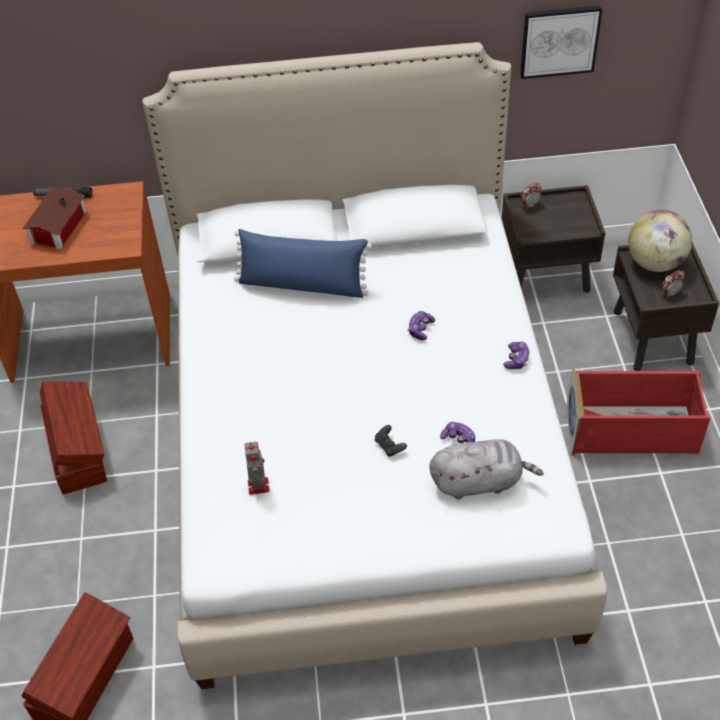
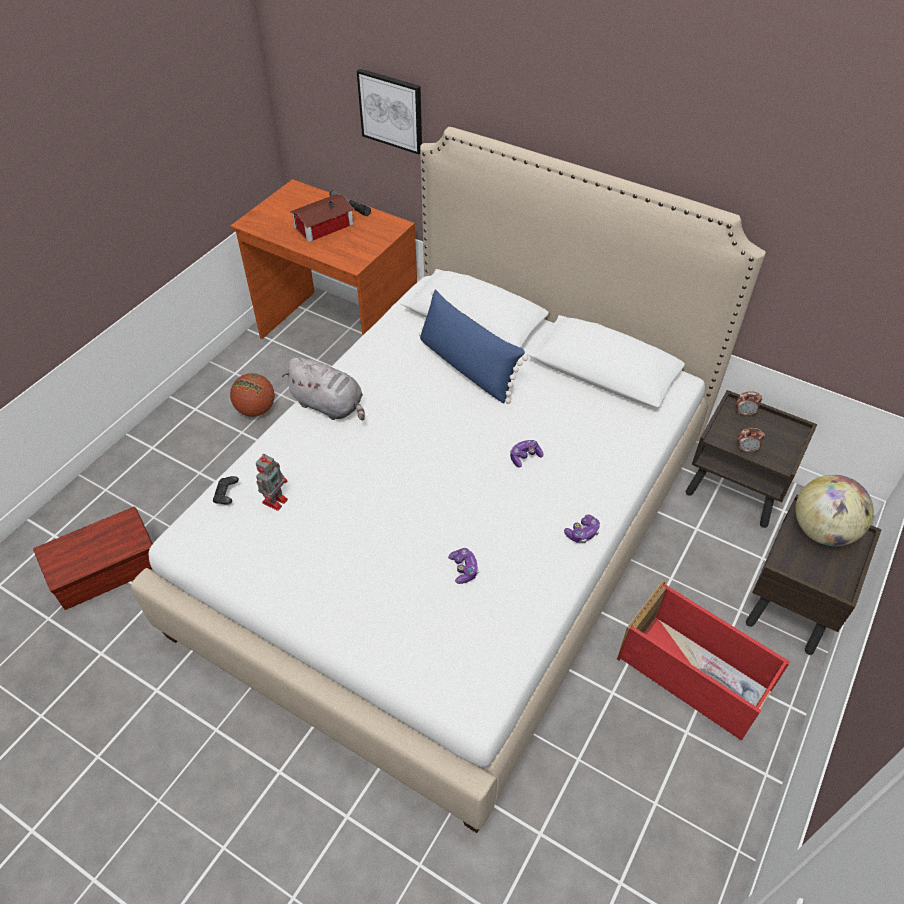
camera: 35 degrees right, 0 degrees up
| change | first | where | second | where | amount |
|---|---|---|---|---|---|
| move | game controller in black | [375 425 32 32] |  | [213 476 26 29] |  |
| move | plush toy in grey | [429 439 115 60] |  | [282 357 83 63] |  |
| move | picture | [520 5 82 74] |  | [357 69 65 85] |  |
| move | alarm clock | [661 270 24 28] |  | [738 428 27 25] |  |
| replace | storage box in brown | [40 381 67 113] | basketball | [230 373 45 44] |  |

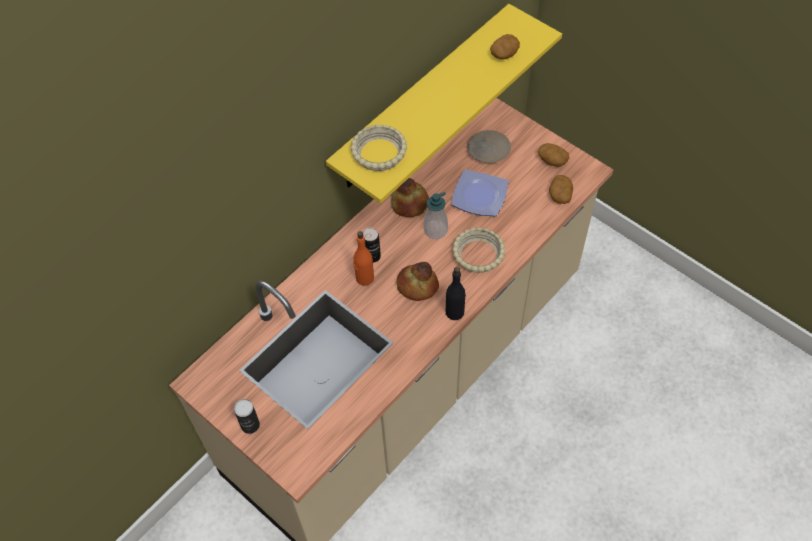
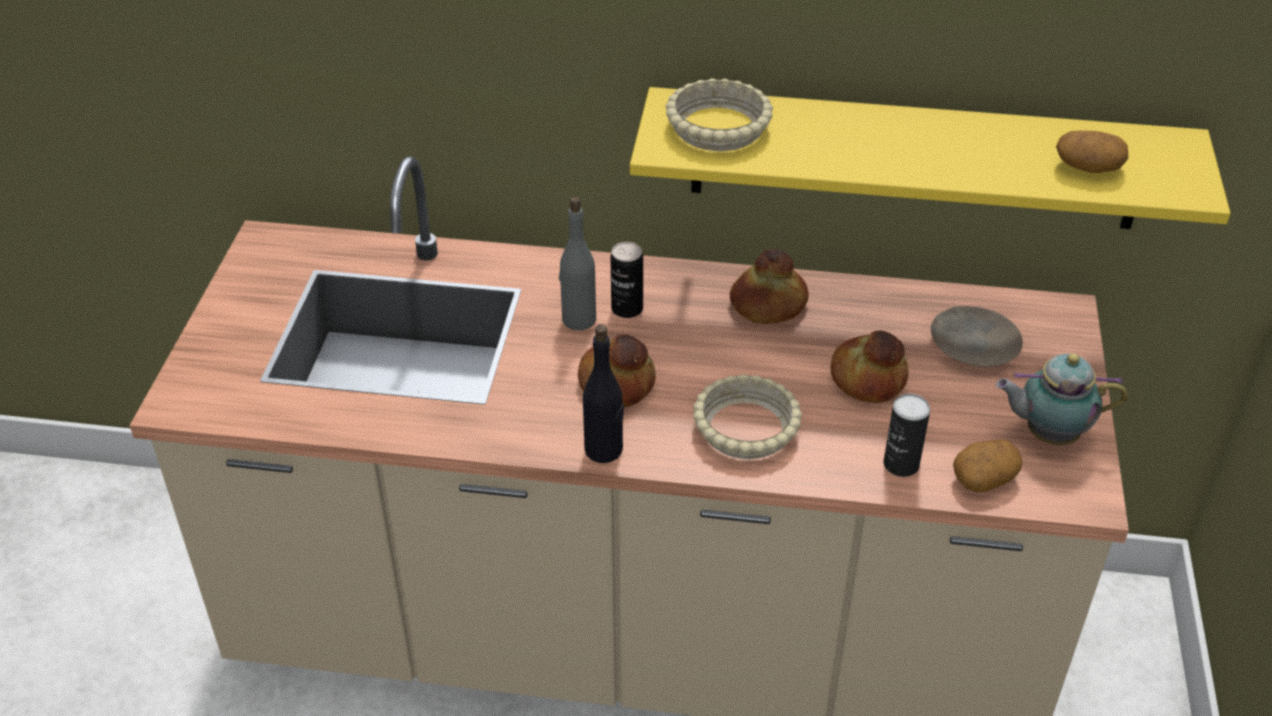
camera: 55 degrees right, 15 degrees down
| change | first | where | second | where | amount |
|---|---|---|---|---|---|
| delete | soap dispenser | [424 192 24 47] |  |  |  |
| move | can | [234 399 26 35] |  | [883 394 47 83] |  |
| replace | plate | [451 169 58 48] | bread | [831 330 78 73] |  |
| replace | potato | [538 143 31 24] | teapot | [996 353 132 92] |  |
| recolor | bottle in orange | [353 231 21 55] | bottle in grey | [559 197 37 133] |  |

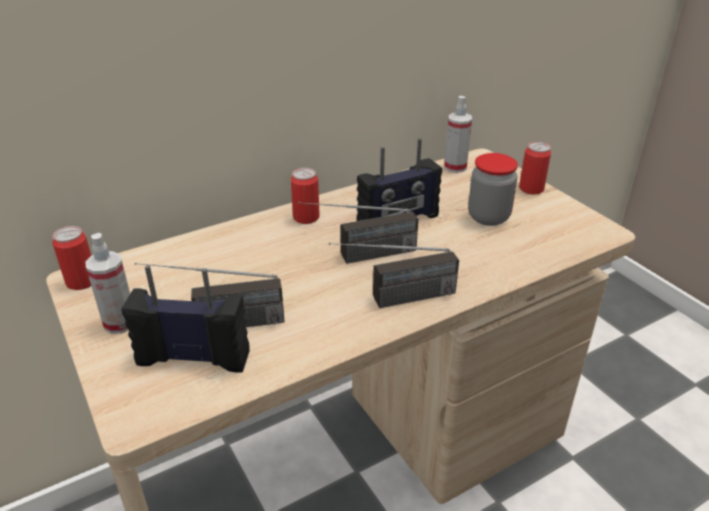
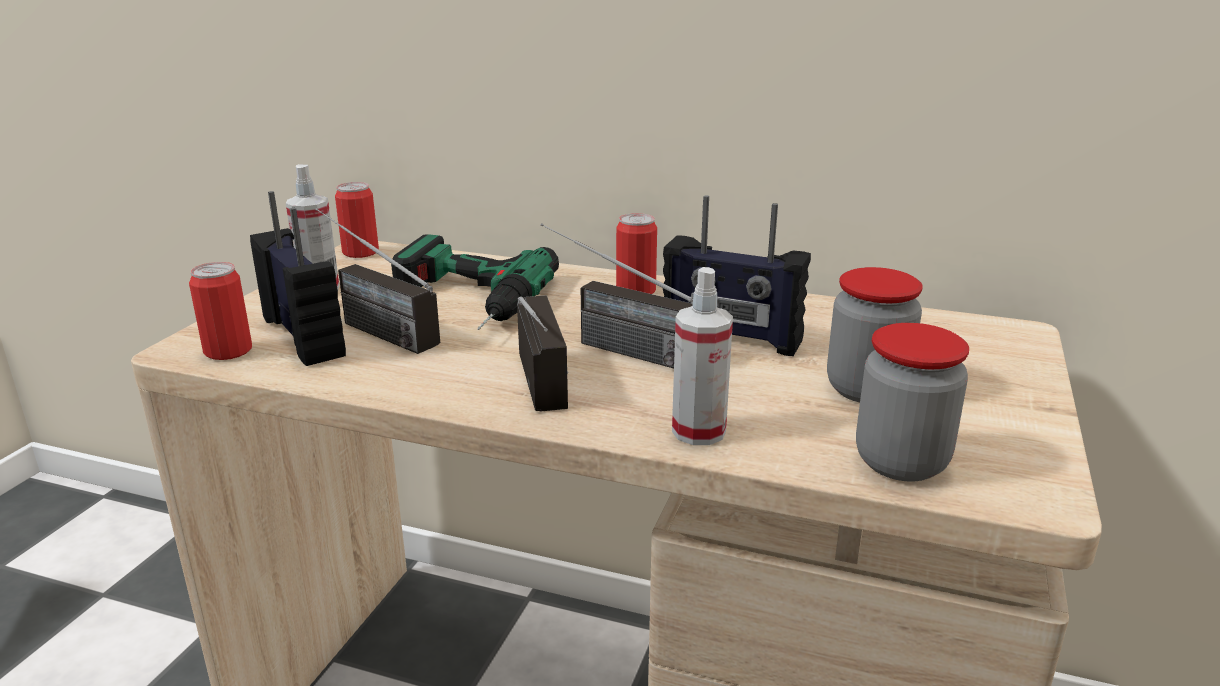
camera: 50 degrees right, 10 degrees down
| change | first | where | second | where | amount |
|---|---|---|---|---|---|
| insert |  |  | power drill | [391 234 168 96] |  |
| insert |  |  | jar | [856 323 113 159] |  |
| move | spray bottle | [444 96 28 77] |  | [672 267 61 178] |  |
| move | can | [519 142 32 53] |  | [189 262 63 98] |  |
| rotate | radio | [329 243 130 65] |  | [517 295 51 116] | 135 degrees counterclockwise |

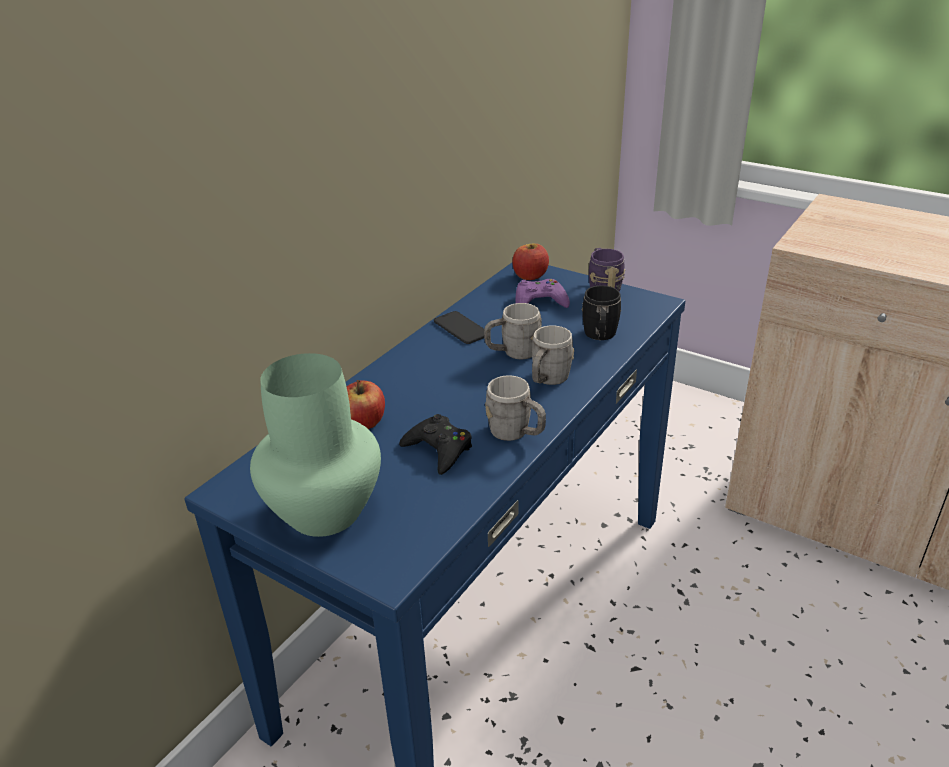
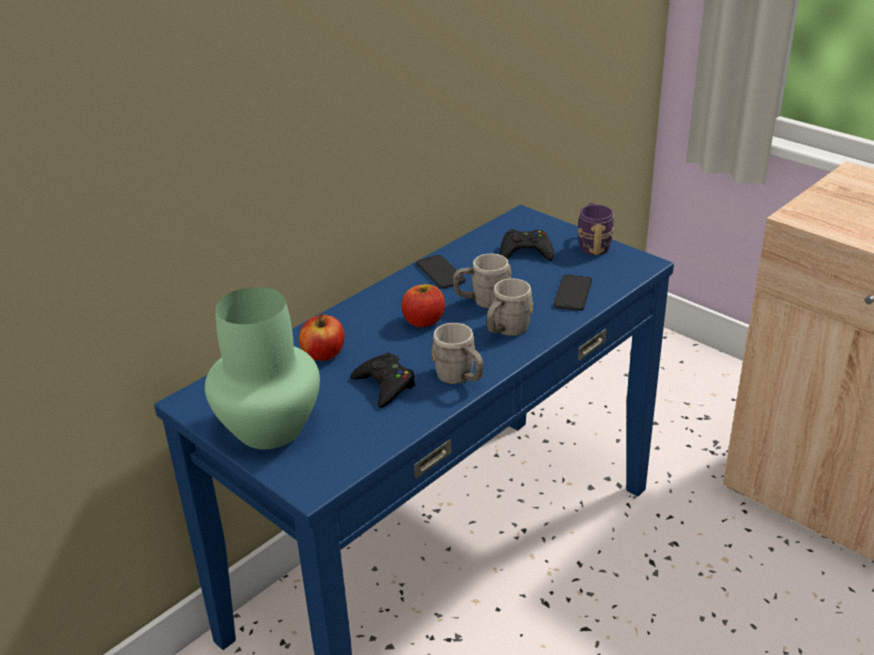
camera: 10 degrees right, 0 degrees up
| change | first | where | second | where | amount |
|---|---|---|---|---|---|
| move | apple | [513 243 36 37] |  | [401 284 44 43] |  |
| replace | mug in black | [582 285 39 55] | phone | [553 275 39 36] |  |
| recolor | game controller in purple | [516 279 54 29] | game controller in black | [499 229 55 32] |  |

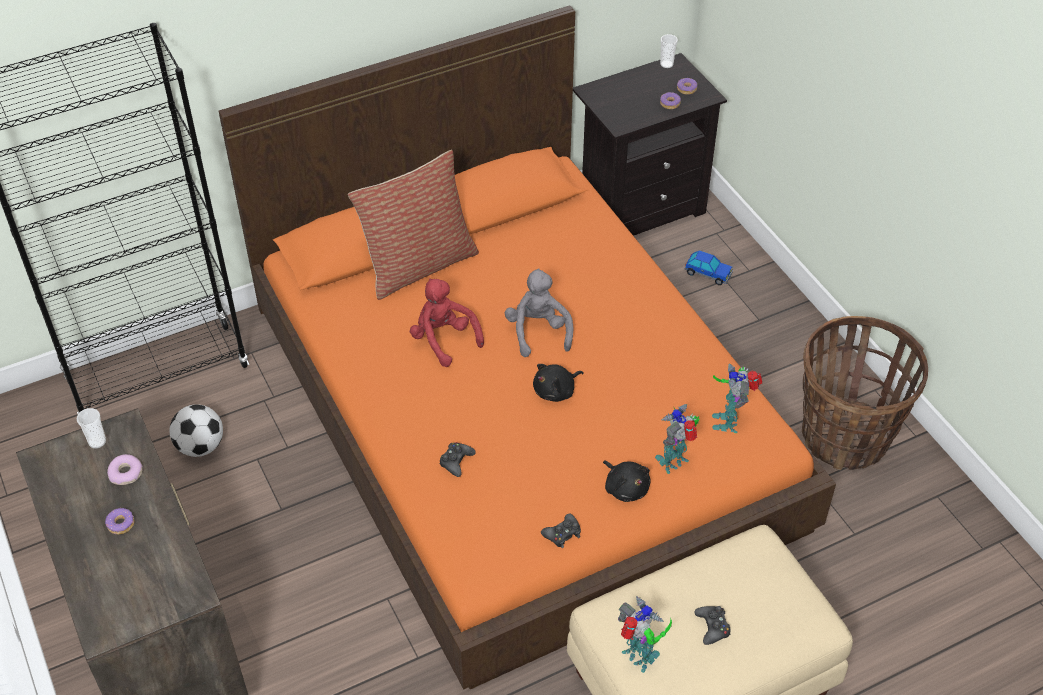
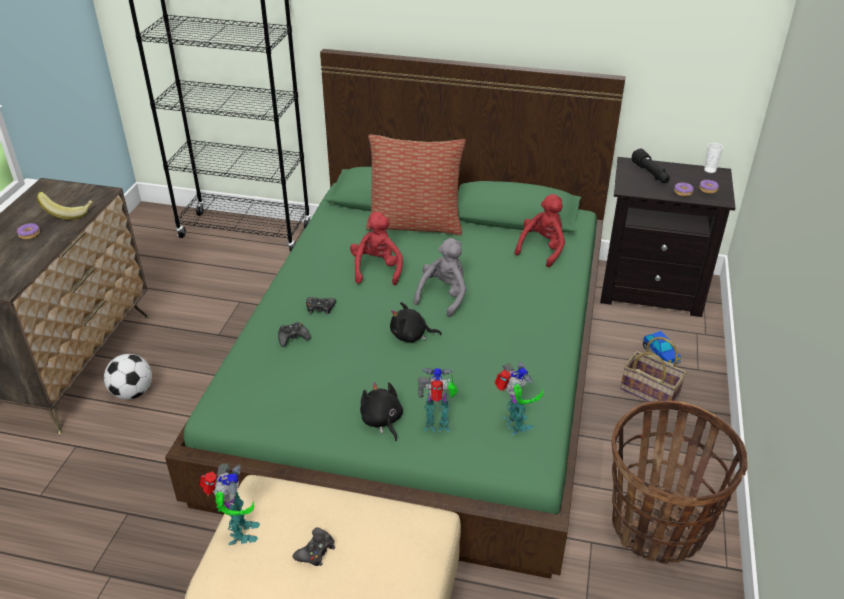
camera: 40 degrees right, 10 degrees down
| change | first | where | second | where | amount |
|---|---|---|---|---|---|
| delete | cup | [76 408 30 40] |  |  |  |
| insert |  |  | plush toy in red | [515 194 50 73] |  |
| insert |  |  | basket | [620 337 67 65] |  |
| insert |  |  | flashlight in black | [631 149 39 34] |  |
| move | football | [169 404 54 53] |  | [104 354 48 46] |  |
| move | game controller in black | [541 513 40 35] |  | [306 297 30 18] |  |
| replace | donut | [107 454 36 31] | banana | [37 192 56 28] |  |
| recolor | bed in orange | [219 5 617 684] | bed in green | [165 49 460 530] |  |
| rotate | plush toy in black | [603 460 48 42] |  | [360 382 43 59] | 150 degrees clockwise |
| rotate | toy robot | [712 363 50 70] |  | [494 361 49 74] | 120 degrees clockwise |

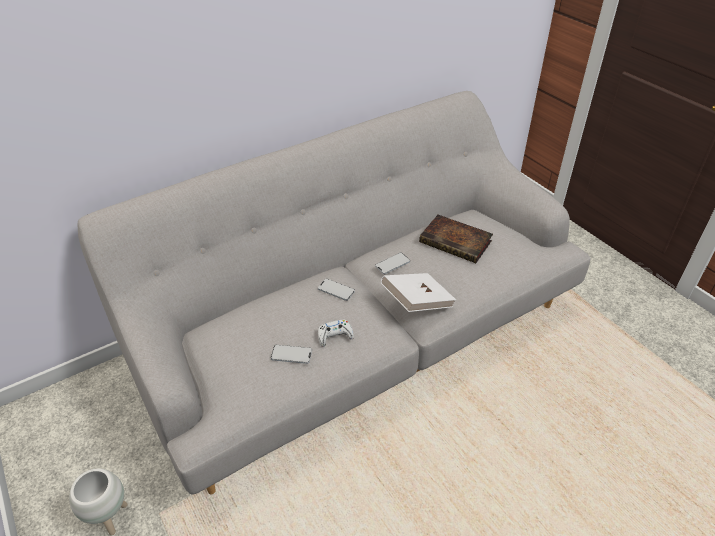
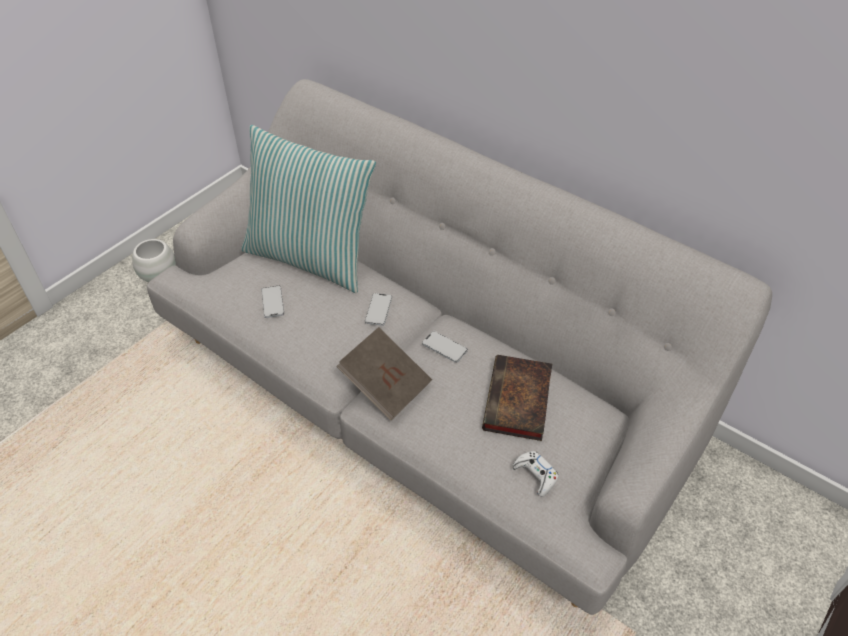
camera: 70 degrees right, 5 degrees up
| change | first | where | second | where | amount |
|---|---|---|---|---|---|
| insert |  |  | pillow | [241 125 135 168] |  |
| move | game controller in white | [318 320 36 27] |  | [512 451 47 46] |  |
| recolor | book in white | [381 273 75 39] | book in brown | [336 327 96 94] |  |

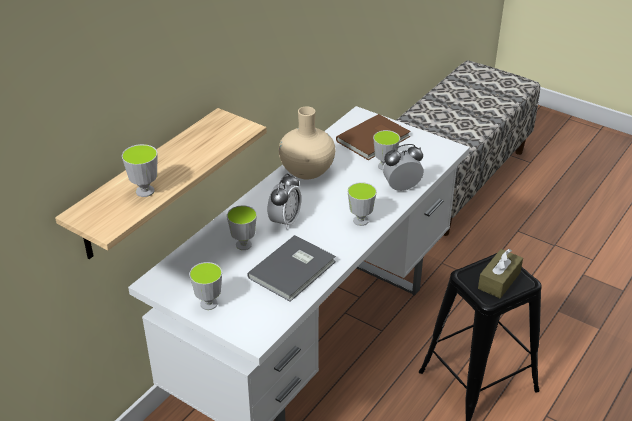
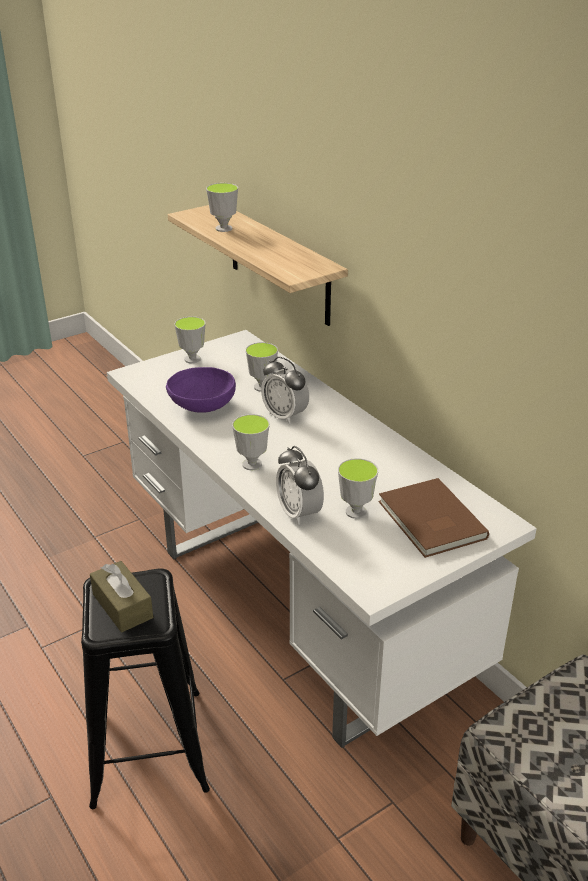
camera: 110 degrees right, 5 degrees down
| change | first | where | second | where | amount |
|---|---|---|---|---|---|
| delete | vase in beige | [279 106 56 73] |  |  |  |
| replace | book in grey | [247 235 89 67] | bowl in purple | [166 367 70 46] |  |
| rotate | alarm clock | [383 144 41 47] |  | [276 446 48 79] | 150 degrees clockwise |

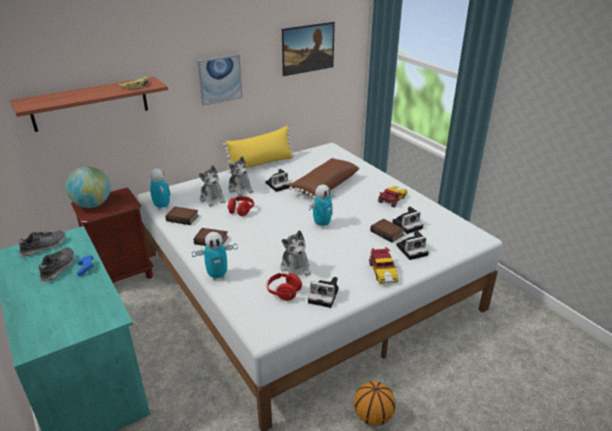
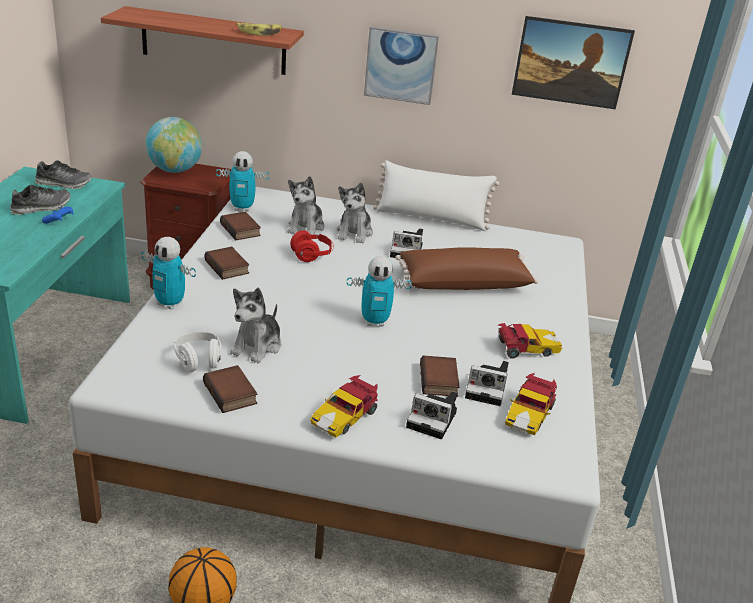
camera: 40 degrees right, 0 degrees up
| change | first | where | second | where | amount |
|---|---|---|---|---|---|
| insert |  |  | toy car | [505 373 52 62] |  |
| replace | photo camera | [308 277 31 31] | book | [203 365 54 48] |  |
| recolor | pillow in yellow | [223 126 71 47] | pillow in white | [373 160 126 71] |  |
| recolor | headphones in red | [266 273 36 28] | headphones in white | [174 332 48 40] |  |
| rotate | toy robot | [150 169 21 41] |  | [216 151 53 60] | 75 degrees clockwise |

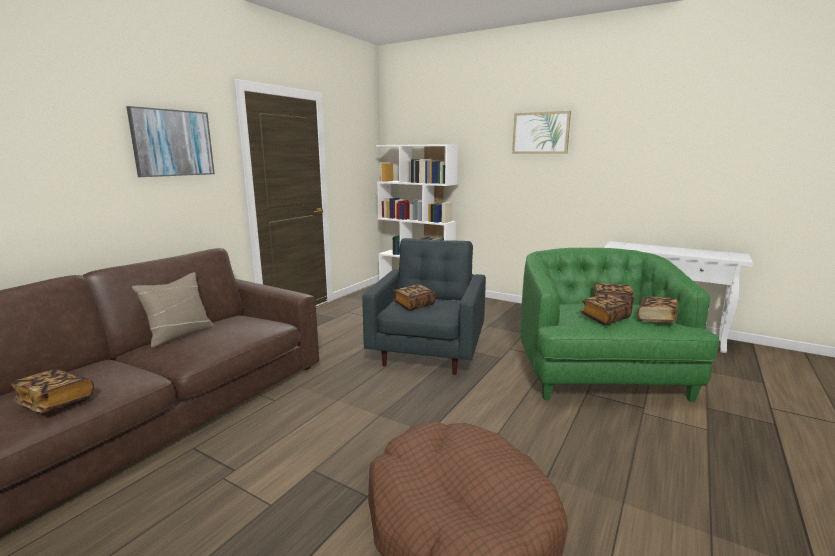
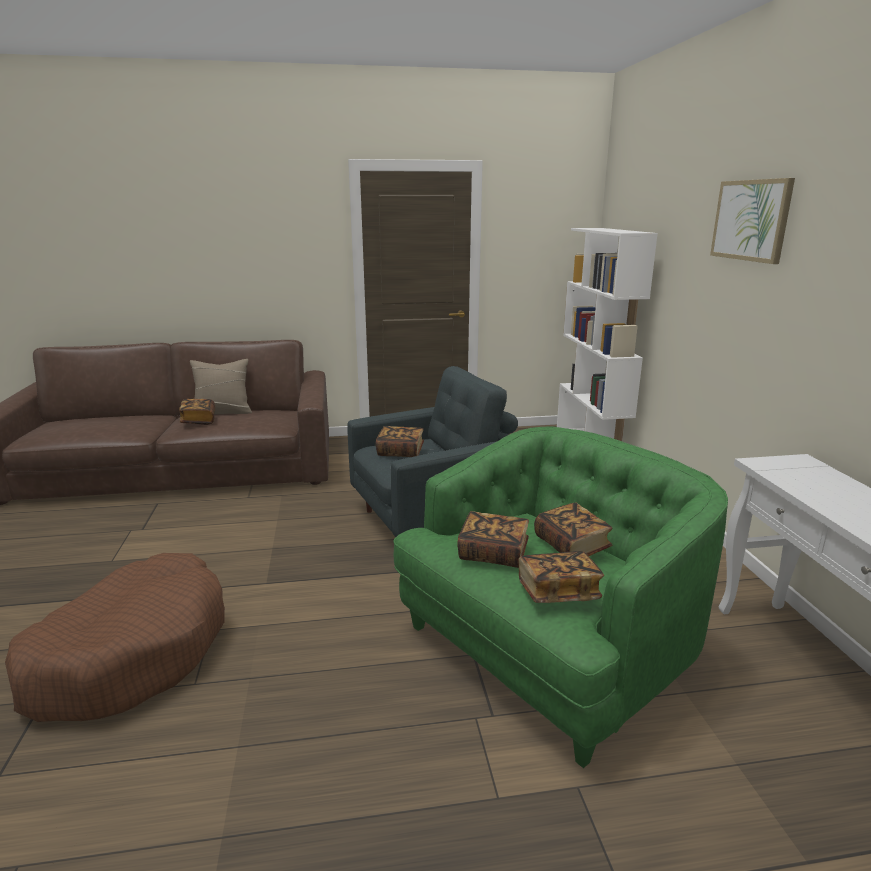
camera: 50 degrees right, 5 degrees up
| change | first | where | second | where | amount |
|---|---|---|---|---|---|
| delete | picture | [126 106 89 71] |  |  |  |
| move | book | [11 369 83 44] |  | [179 399 36 26] |  |

